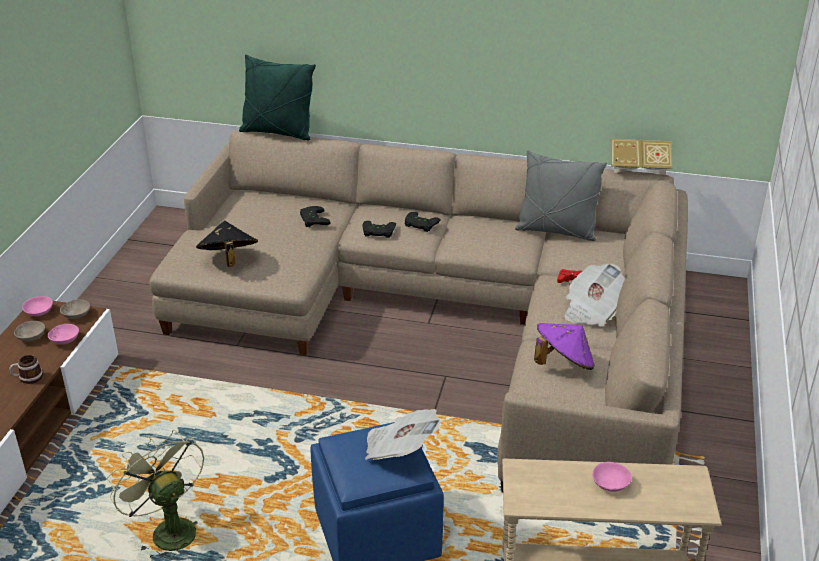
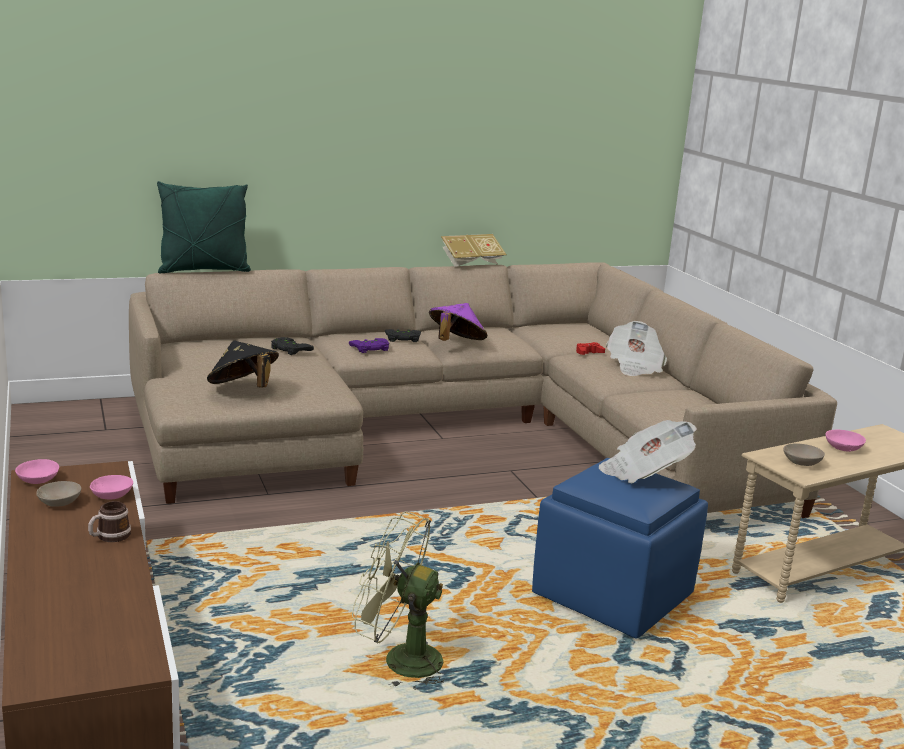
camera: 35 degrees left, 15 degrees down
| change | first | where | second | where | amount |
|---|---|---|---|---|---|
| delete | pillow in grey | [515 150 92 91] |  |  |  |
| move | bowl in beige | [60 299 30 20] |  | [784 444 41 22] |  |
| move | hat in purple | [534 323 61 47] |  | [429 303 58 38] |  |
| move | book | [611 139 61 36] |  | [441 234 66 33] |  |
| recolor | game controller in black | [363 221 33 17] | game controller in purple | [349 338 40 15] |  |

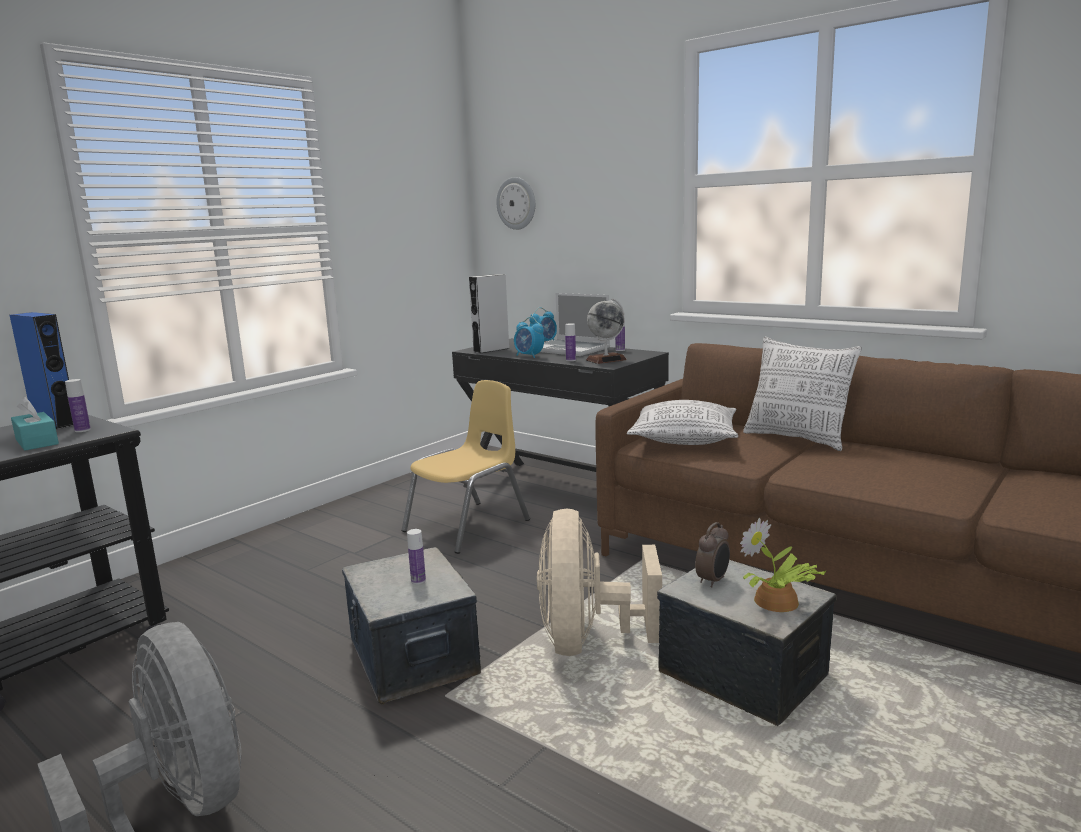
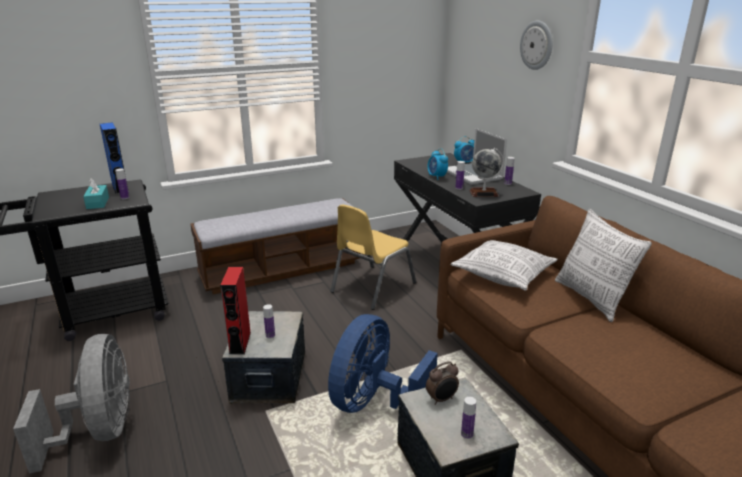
camera: 25 degrees right, 10 degrees up
| change | first | where | second | where | amount |
|---|---|---|---|---|---|
| delete | speaker in grey | [469 274 41 79] |  |  |  |
| insert |  |  | bench | [190 198 170 96] |  |
| insert |  |  | speaker in red | [220 267 31 88] |  |
| move | wall clock | [496 177 39 53] |  | [520 21 33 49] |  |
| replace | potted plant | [740 518 86 94] | bottle | [461 397 15 42] |  |
| recolor | fan in beige | [537 508 125 148] | fan in blue | [328 314 110 99] |  |
| rotate | chair in yellow | [401 380 129 174] |  | [330 205 86 105] | 150 degrees clockwise |

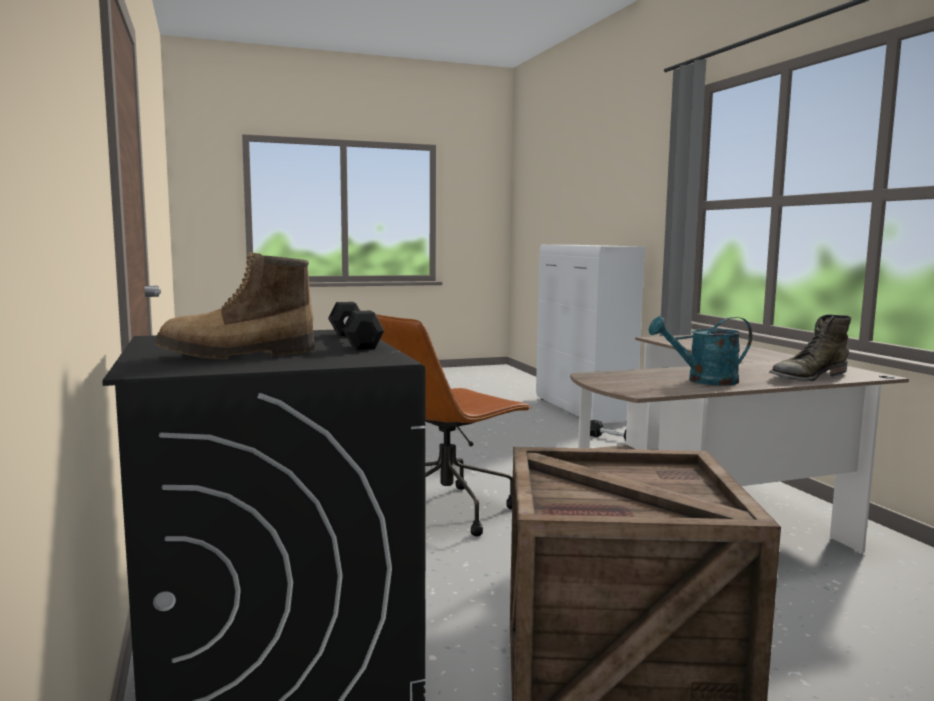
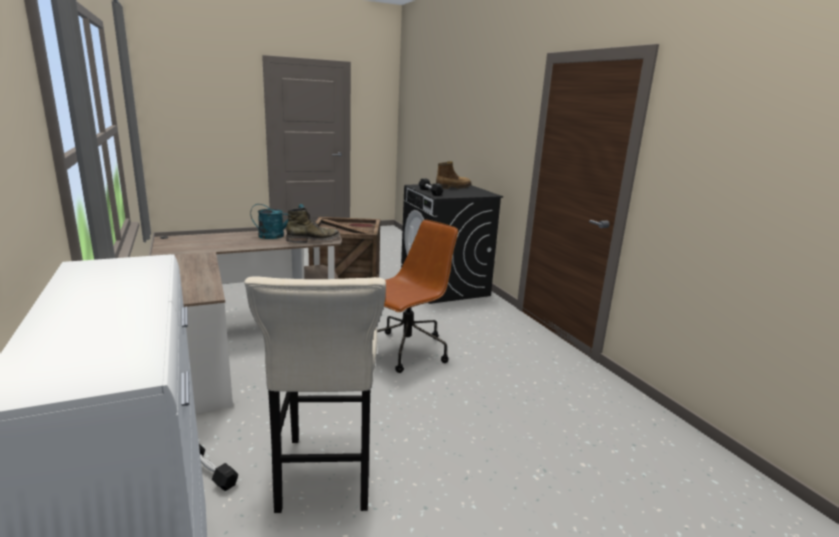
camera: 175 degrees right, 10 degrees up
| change | first | where | second | where | amount |
|---|---|---|---|---|---|
| insert |  |  | stool in beige | [244 276 142 237] |  |
| move | boot in green | [769 314 82 67] |  | [286 207 54 36] |  |

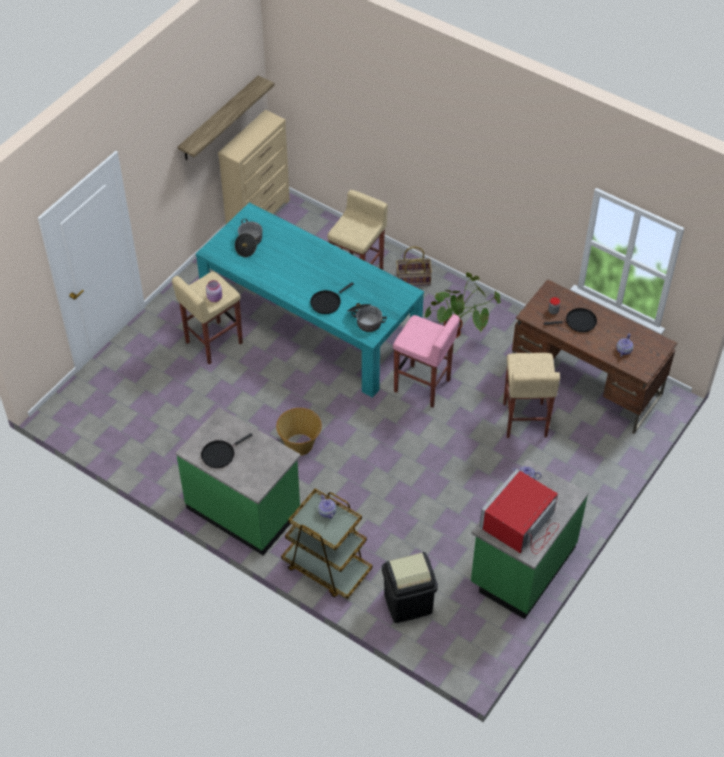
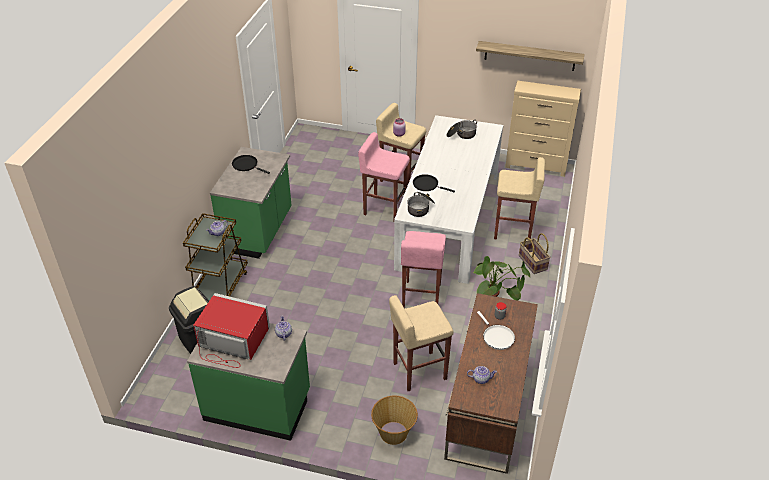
camera: 70 degrees right, 10 degrees down
| change | first | where | second | where | amount |
|---|---|---|---|---|---|
| insert |  |  | stool in pink | [358 132 52 90] |  |
| move | basket | [276 408 46 48] |  | [371 396 47 49] |  |
| recolor | dining table in turquoise | [196 202 228 196] | dining table in white | [394 115 109 169] |  |
| recolor | frying pan in black | [544 308 53 24] | frying pan in white | [477 311 38 39] |  |

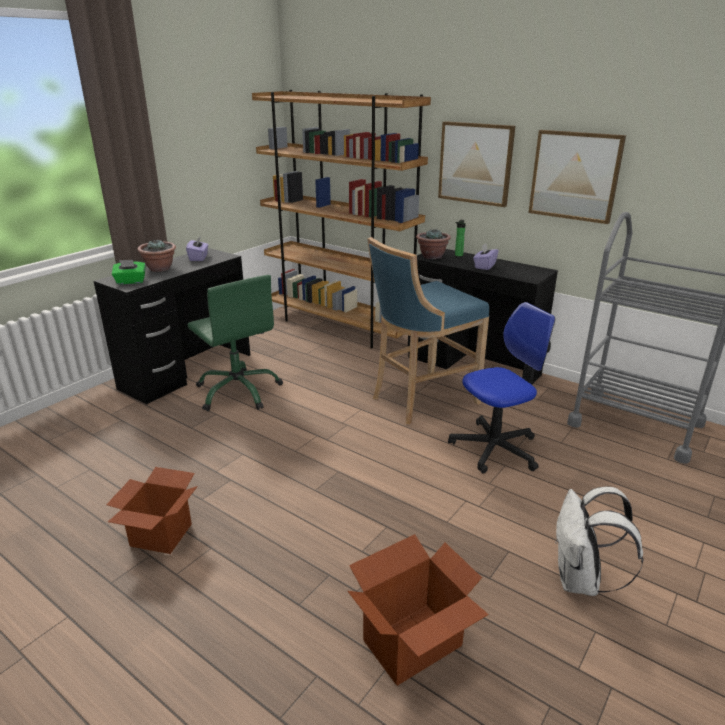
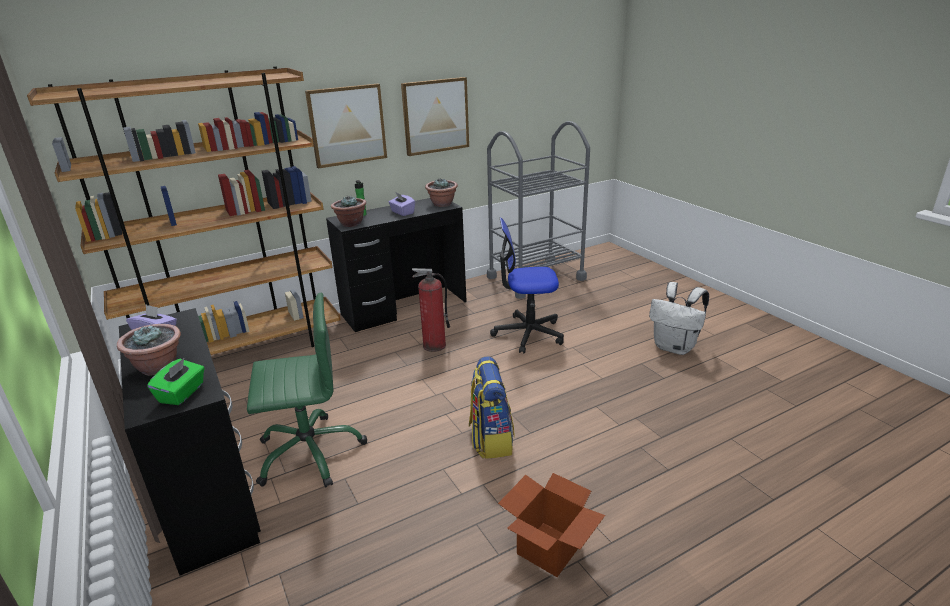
camera: 65 degrees left, 0 degrees up
| change | first | where | second | where | amount |
|---|---|---|---|---|---|
| delete | cardboard box | [348 534 141 152] |  |  |  |
| insert |  |  | potted plant | [425 178 33 29] |  |
| insert |  |  | backpack | [469 356 45 103] |  |
| replace | stool in blue | [367 237 122 187] | fire extinguisher | [412 268 38 84] |  |
| rotate | office chair | [448 302 107 171] |  | [490 218 74 136] | 90 degrees counterclockwise |

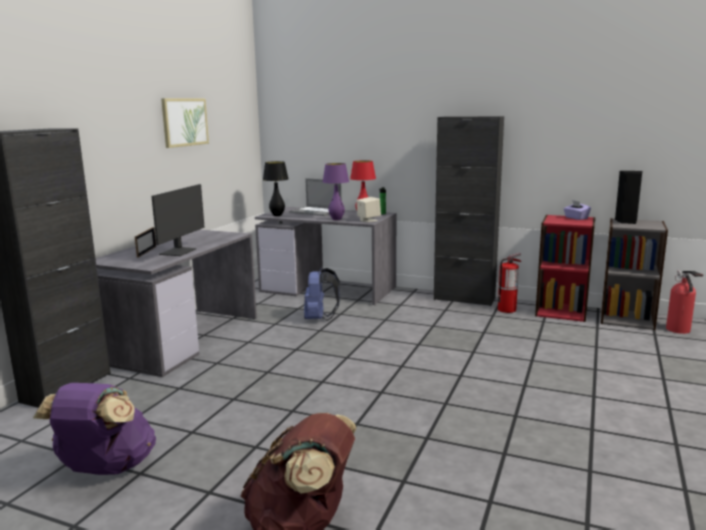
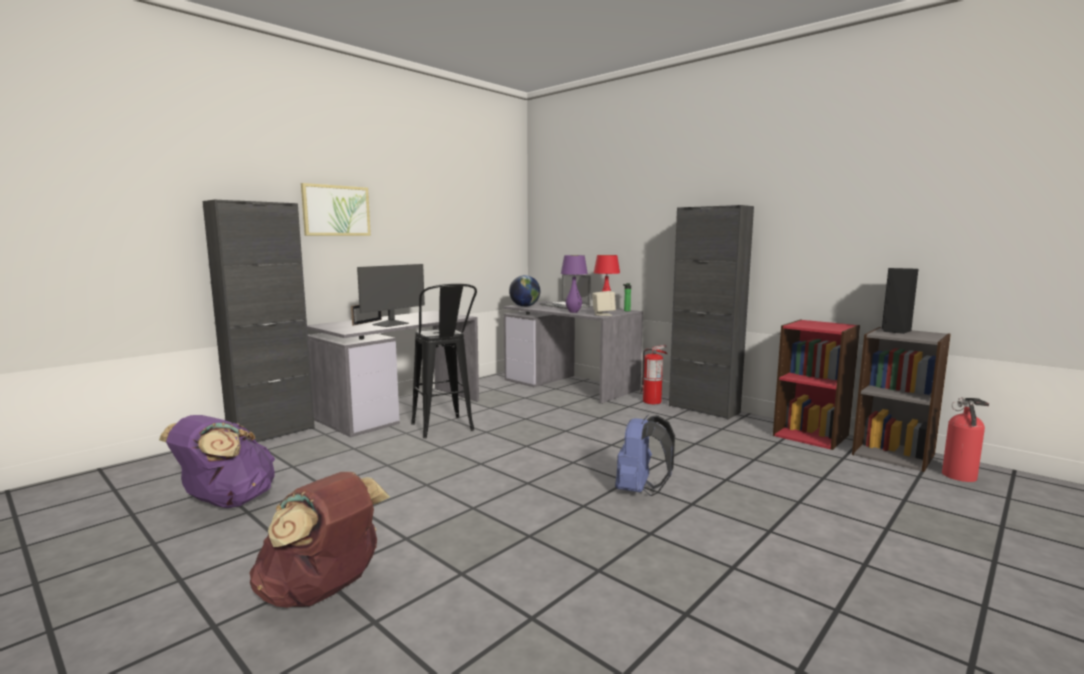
camera: 20 degrees right, 5 degrees down
| change | first | where | second | where | amount |
|---|---|---|---|---|---|
| delete | tissue box in purple | [564 200 27 20] |  |  |  |
| insert |  |  | stool in black | [411 284 66 154] |  |
| move | picture | [161 98 48 50] |  | [301 183 70 53] |  |
| move | backpack in blue | [304 268 36 53] |  | [615 414 60 82] |  |
| move | fire extinguisher | [497 253 24 60] |  | [640 345 27 59] |  |
| replace | table lamp in black | [263 161 25 55] | globe | [509 275 31 32] |  |

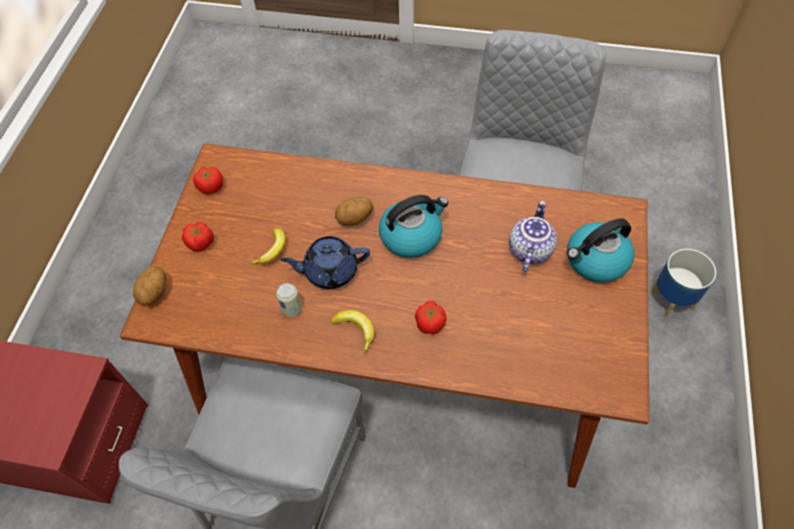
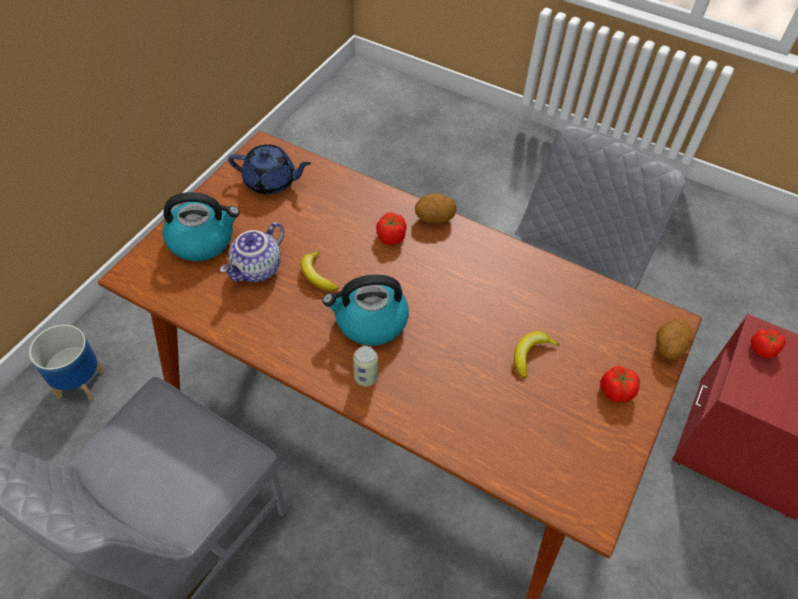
camera: 165 degrees left, 5 degrees down
| change | first | where | second | where | amount |
|---|---|---|---|---|---|
| move | tomato | [193 167 30 27] |  | [751 329 34 29] |  |
| move | can | [276 283 26 34] |  | [353 346 25 40] |  |
| move | teapot in blue | [281 236 89 53] |  | [228 144 83 50] |  |
| move | banana | [331 310 44 43] |  | [301 251 37 40] |  |
| move | potato | [335 196 38 30] |  | [415 193 42 30] |  |

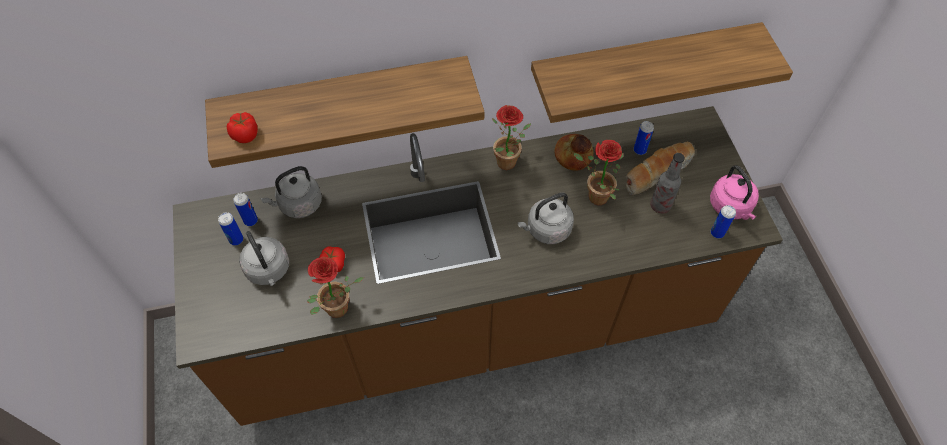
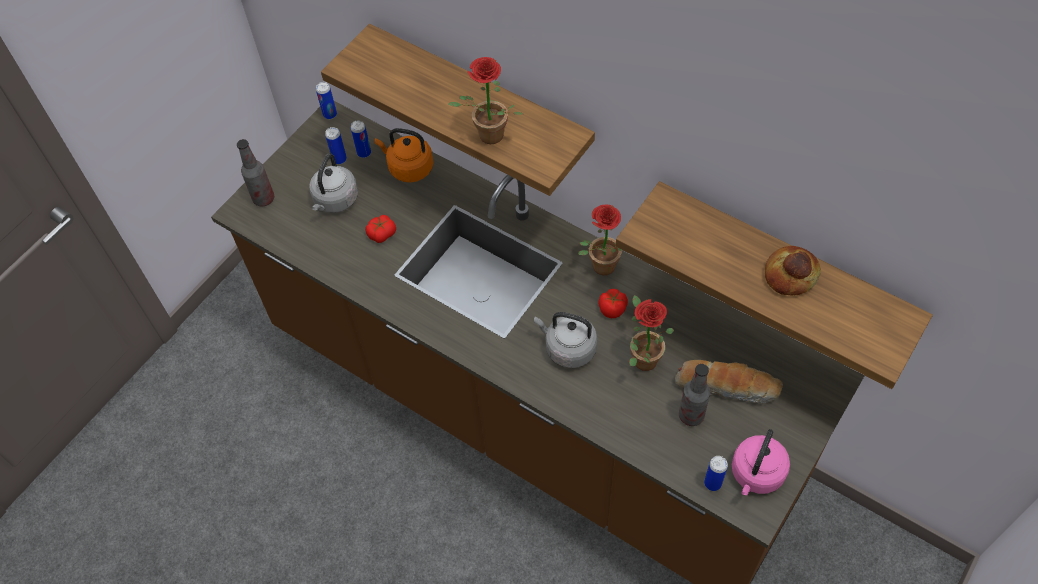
camera: 50 degrees right, 0 degrees up
| change | first | where | second | where | amount |
|---|---|---|---|---|---|
| insert |  |  | bottle | [237 139 37 67] |  |
| move | tomato | [227 112 31 31] |  | [598 289 30 29] |  |
| move | potted plant | [307 257 57 61] |  | [448 57 75 87] |  |
| move | bread | [555 134 39 37] |  | [765 246 56 50] |  |
| move | can | [634 121 20 34] |  | [316 82 21 37] |  |
| recolor | kettle in grey | [261 166 61 52] | kettle in orange | [375 128 59 54] |  |

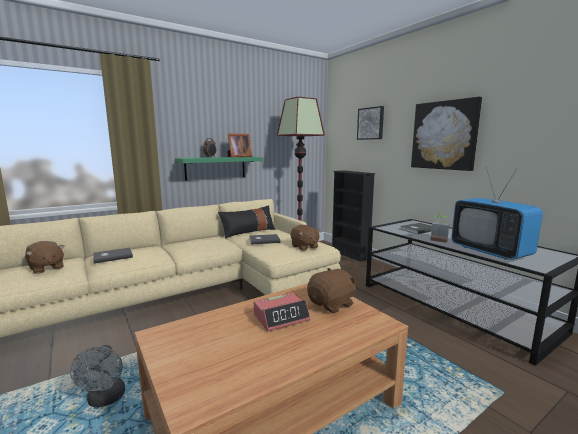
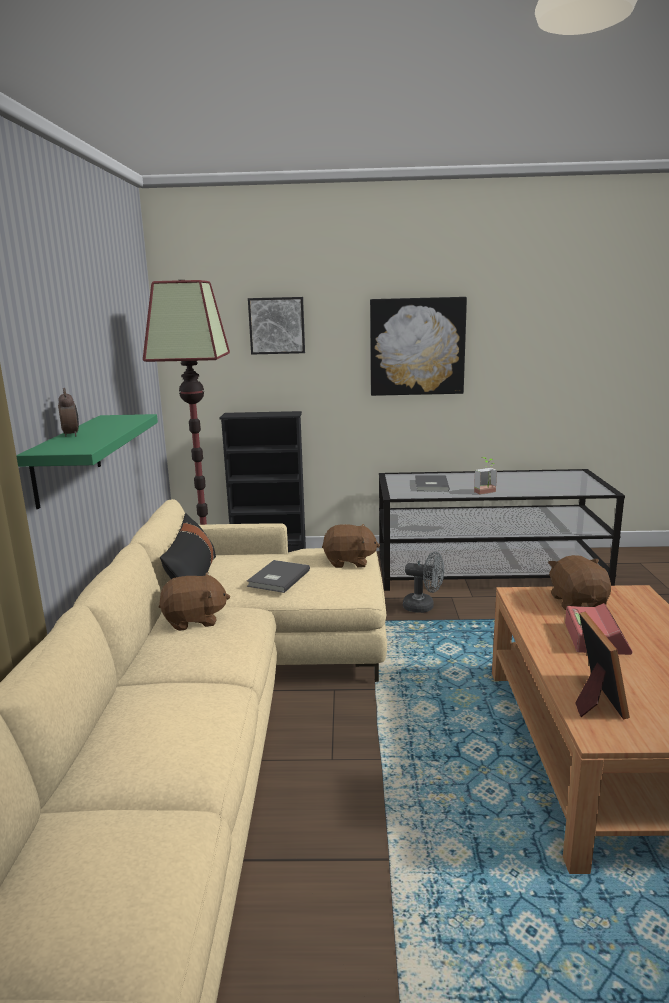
camera: 55 degrees left, 5 degrees up
| change | first | where | second | where | amount |
|---|---|---|---|---|---|
| delete | book in grey | [93 248 40 16] |  |  |  |
| delete | television | [451 167 92 93] |  |  |  |
| move | plush toy in brown | [25 241 39 33] |  | [159 572 71 59] |  |
| move | fan in grey | [70 345 55 62] |  | [403 551 41 62] |  |
| move | picture frame | [227 133 25 24] |  | [575 612 55 108] |  |

